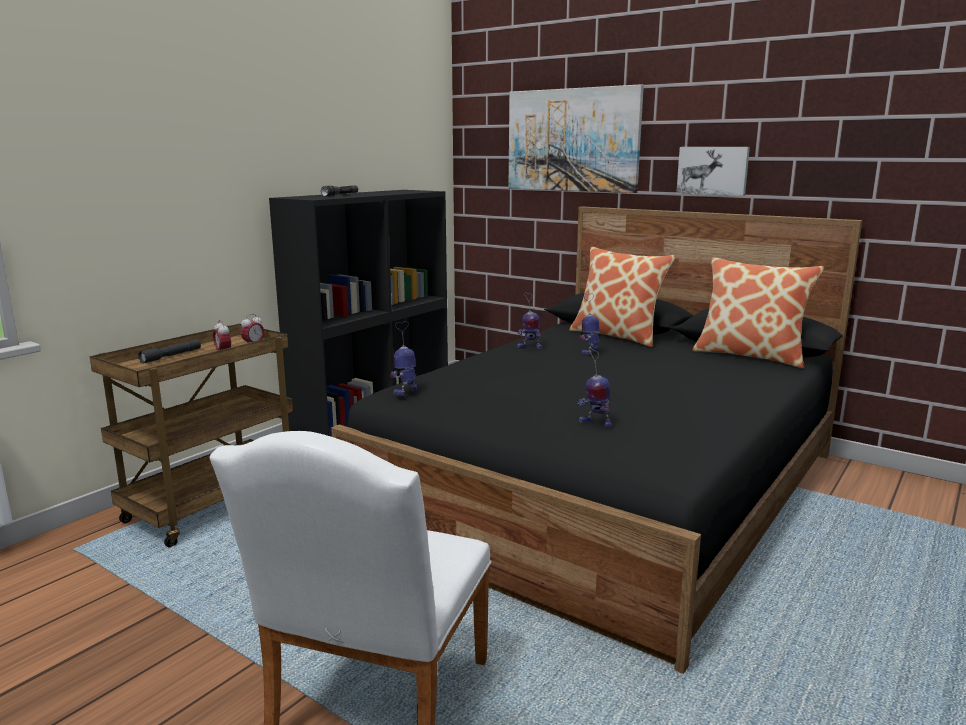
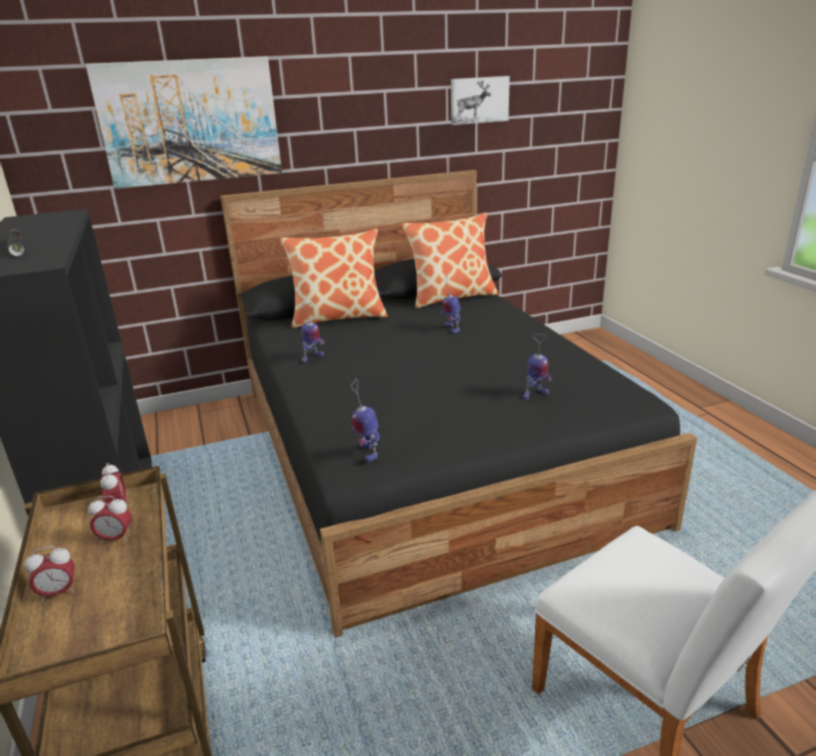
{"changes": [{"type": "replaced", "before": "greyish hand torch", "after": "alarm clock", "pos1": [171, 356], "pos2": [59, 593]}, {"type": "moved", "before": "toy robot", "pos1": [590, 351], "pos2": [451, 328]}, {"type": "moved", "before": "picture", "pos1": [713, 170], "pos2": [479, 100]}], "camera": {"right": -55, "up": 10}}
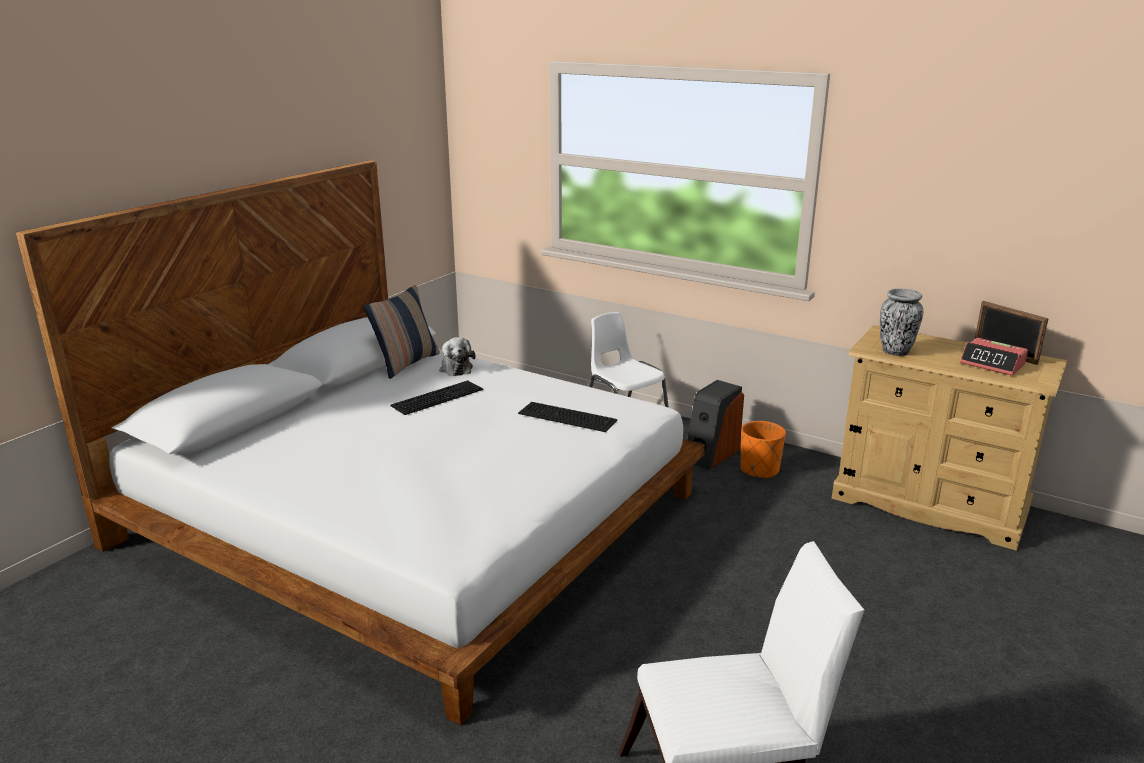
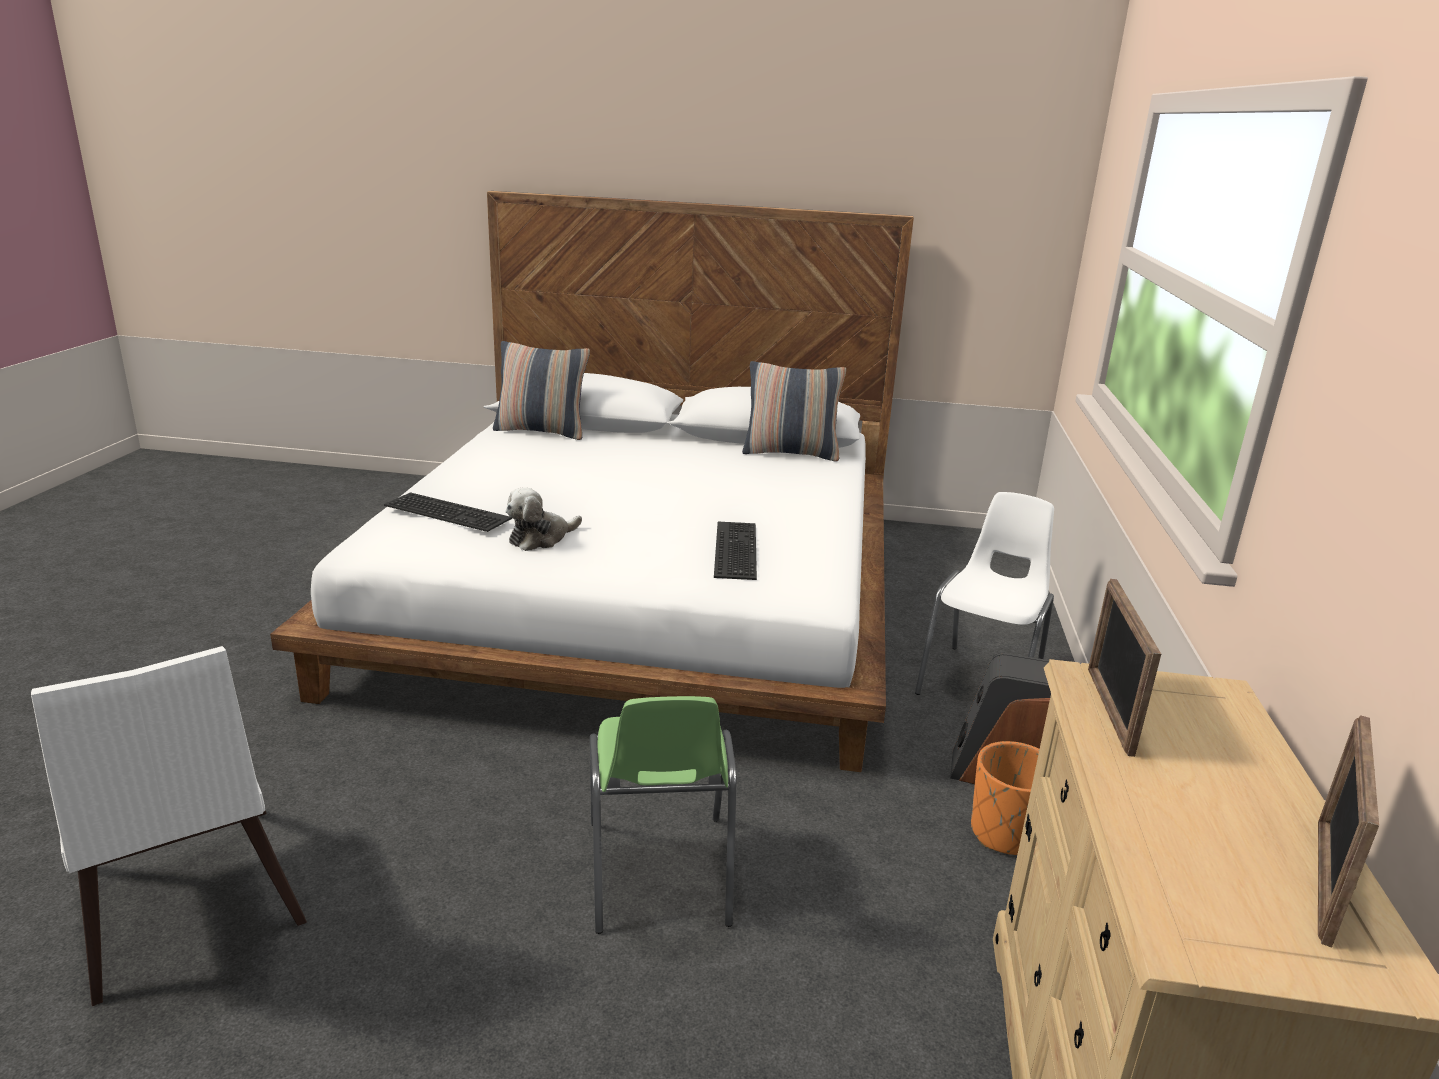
{"changes": [{"type": "moved", "before": "PC keyboard", "pos1": [437, 396], "pos2": [450, 511]}, {"type": "added", "after": "pillow", "pos2": [541, 431]}, {"type": "moved", "before": "plush toy", "pos1": [456, 368], "pos2": [541, 538]}, {"type": "added", "after": "green plain chair", "pos2": [658, 873]}, {"type": "replaced", "before": "flower vase", "after": "standing frame", "pos1": [895, 352], "pos2": [1109, 710]}, {"type": "removed", "before": "alarm clock", "pos1": [992, 364]}], "camera": {"right": 65, "up": 0}}
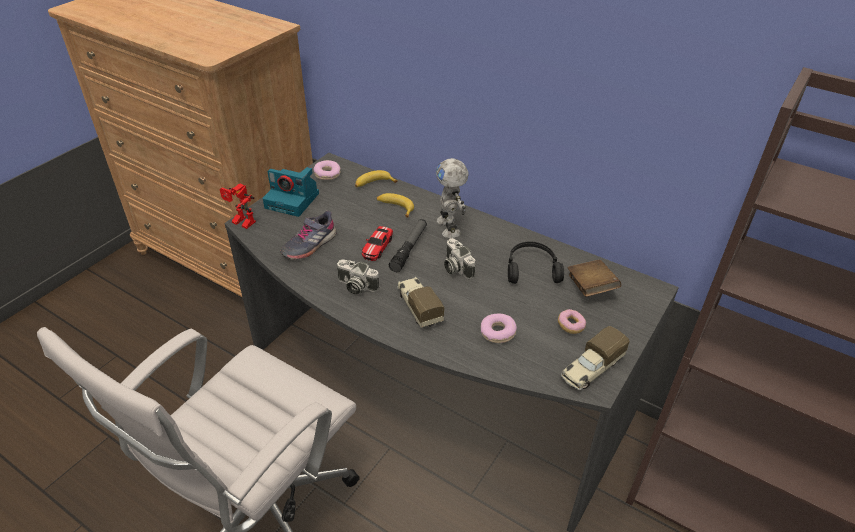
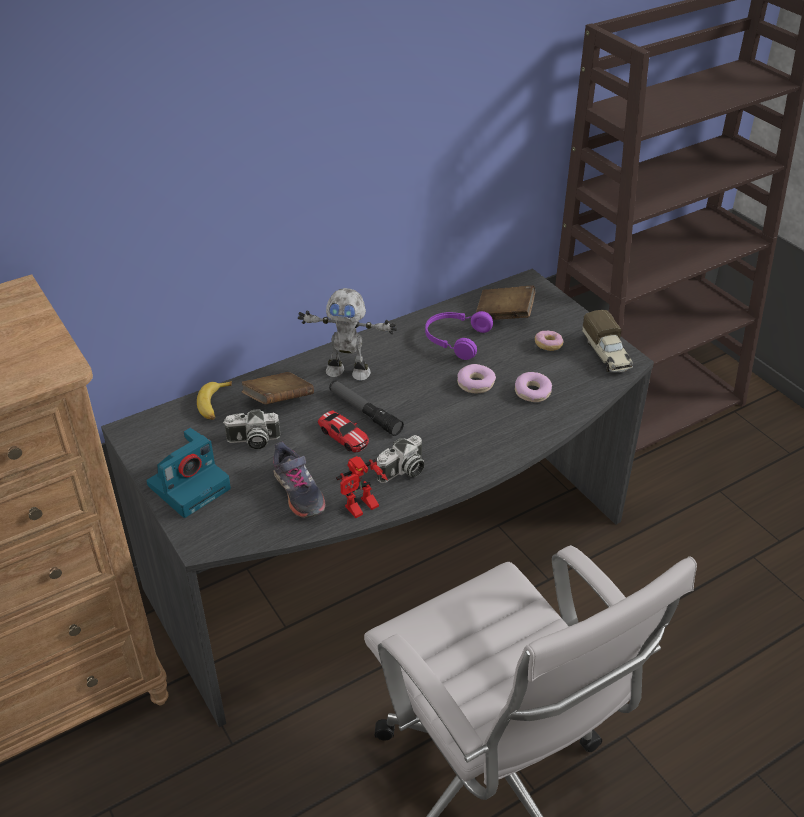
{"changes": [{"type": "moved", "before": "photo camera", "pos1": [455, 267], "pos2": [253, 441]}, {"type": "replaced", "before": "whole banana", "after": "brownish bound book", "pos1": [395, 207], "pos2": [278, 401]}, {"type": "moved", "before": "toy robot", "pos1": [240, 223], "pos2": [362, 510]}, {"type": "recoloured", "before": "blackish pair of headphones", "after": "purplish pair of headphones", "pos1": [531, 269], "pos2": [455, 339]}, {"type": "moved", "before": "donut", "pos1": [327, 174], "pos2": [476, 384]}, {"type": "removed", "before": "model truck", "pos1": [418, 307]}], "camera": {"right": -65, "up": 0}}
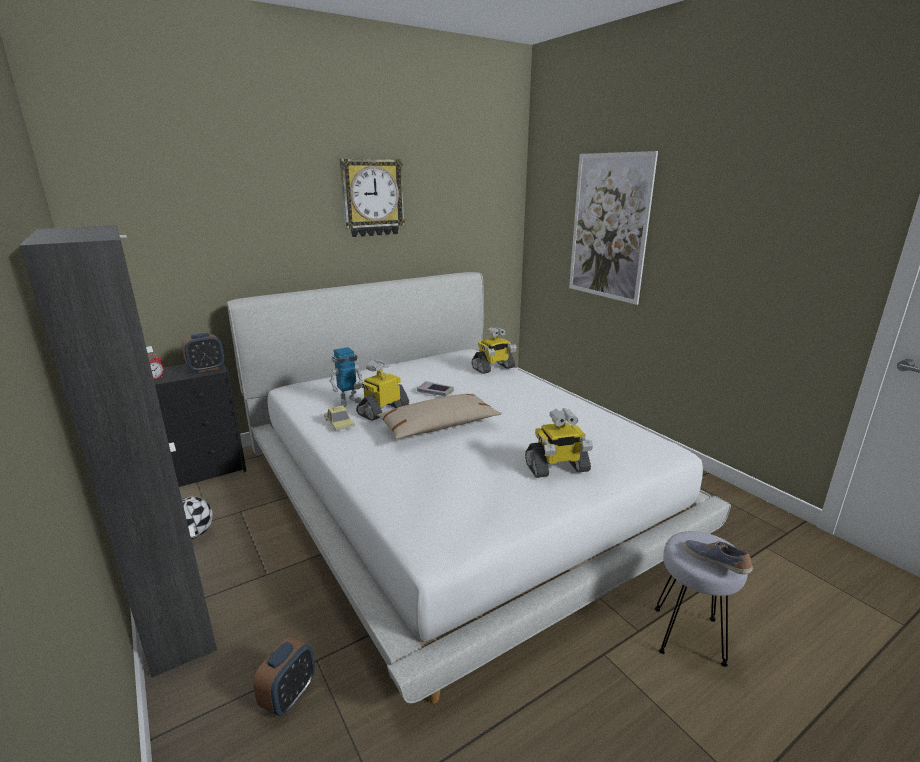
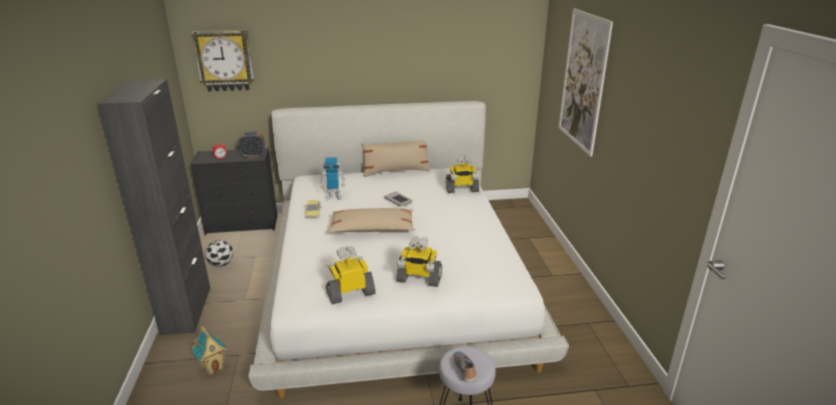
{"changes": [{"type": "moved", "before": "hanging clock", "pos1": [372, 198], "pos2": [225, 60]}, {"type": "replaced", "before": "alarm clock", "after": "model house", "pos1": [289, 696], "pos2": [213, 367]}, {"type": "moved", "before": "toy robot", "pos1": [382, 410], "pos2": [350, 293]}, {"type": "added", "after": "beige-coloured pillow", "pos2": [396, 171]}], "camera": {"right": 25, "up": 5}}
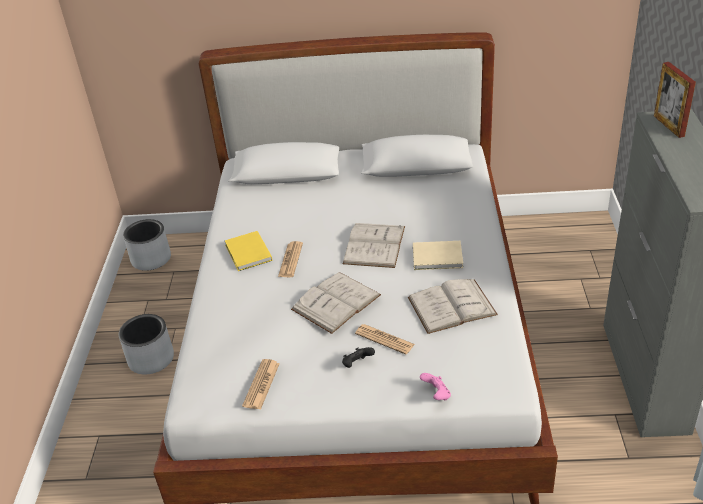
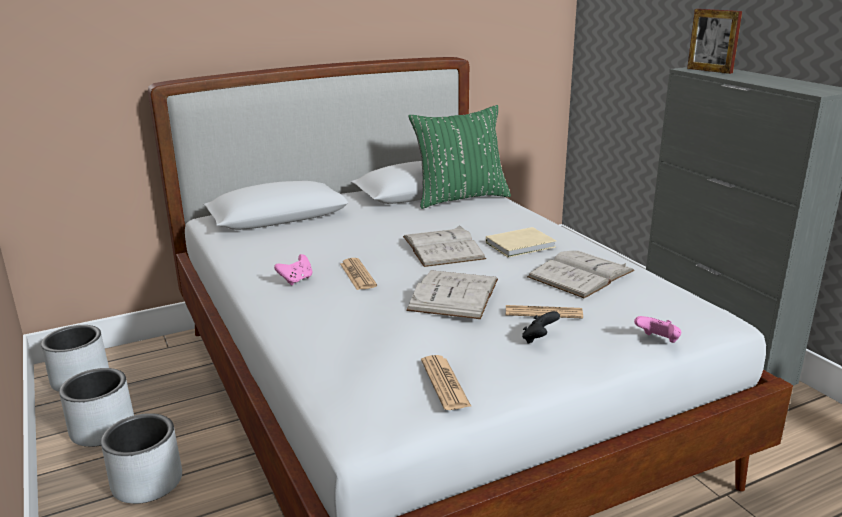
{"changes": [{"type": "added", "after": "greyish flower pot", "pos2": [103, 429]}, {"type": "replaced", "before": "yellow-coloured bound book", "after": "pink joypad", "pos1": [248, 253], "pos2": [296, 280]}, {"type": "added", "after": "green pillow", "pos2": [460, 198]}], "camera": {"right": -30, "up": -15}}
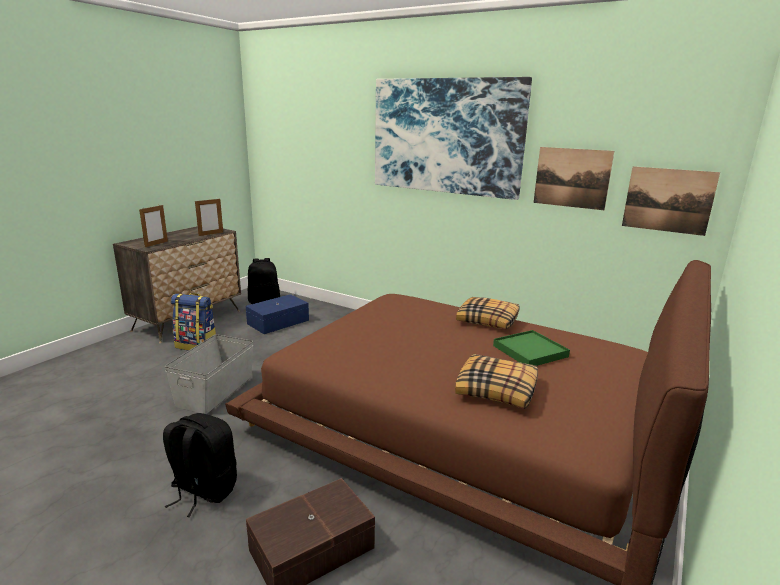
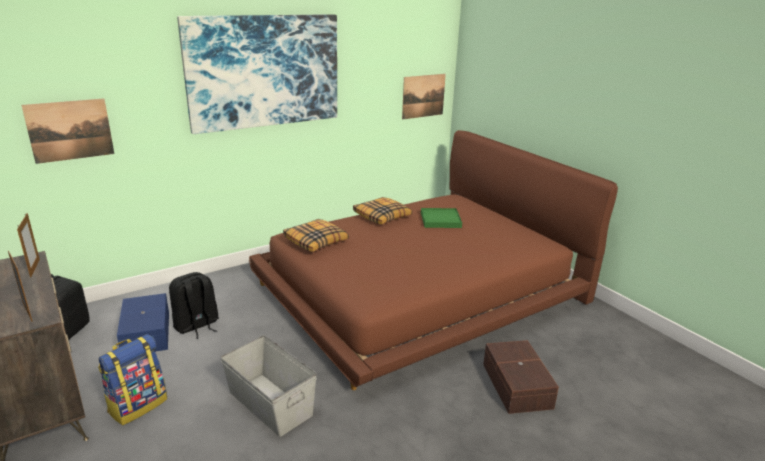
{"changes": [{"type": "moved", "before": "picture", "pos1": [572, 178], "pos2": [70, 130]}, {"type": "moved", "before": "blackish rucksack", "pos1": [203, 491], "pos2": [196, 326]}, {"type": "moved", "before": "pillow", "pos1": [497, 390], "pos2": [316, 241]}], "camera": {"right": -65, "up": 5}}
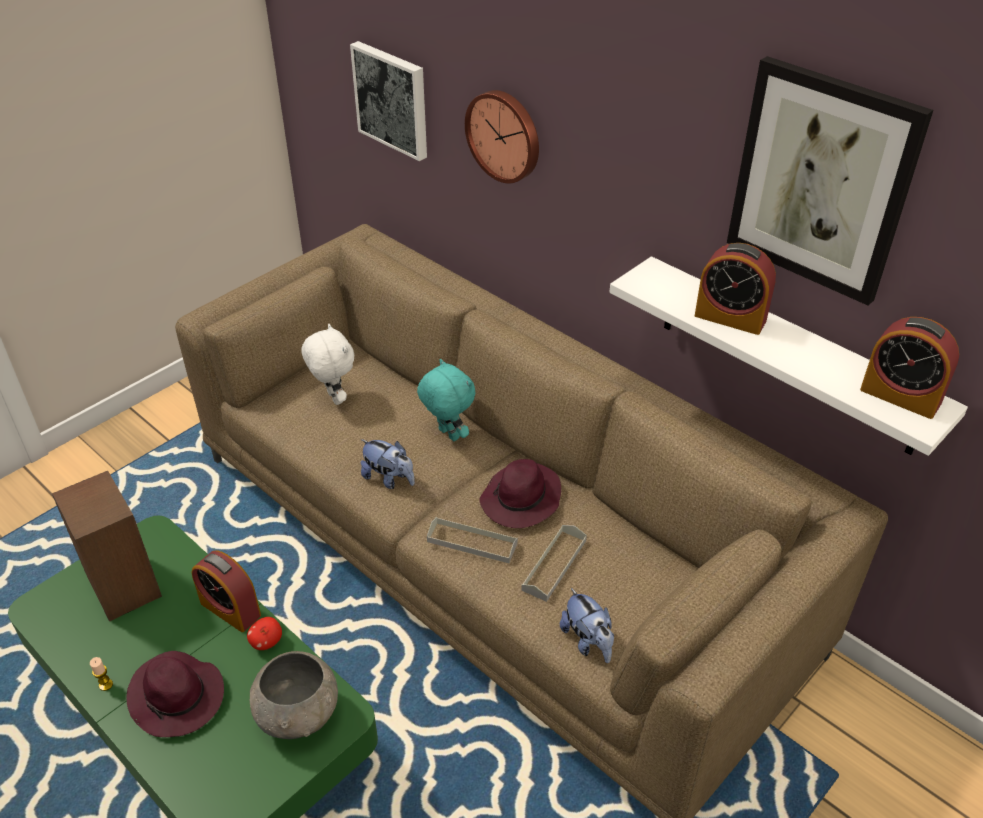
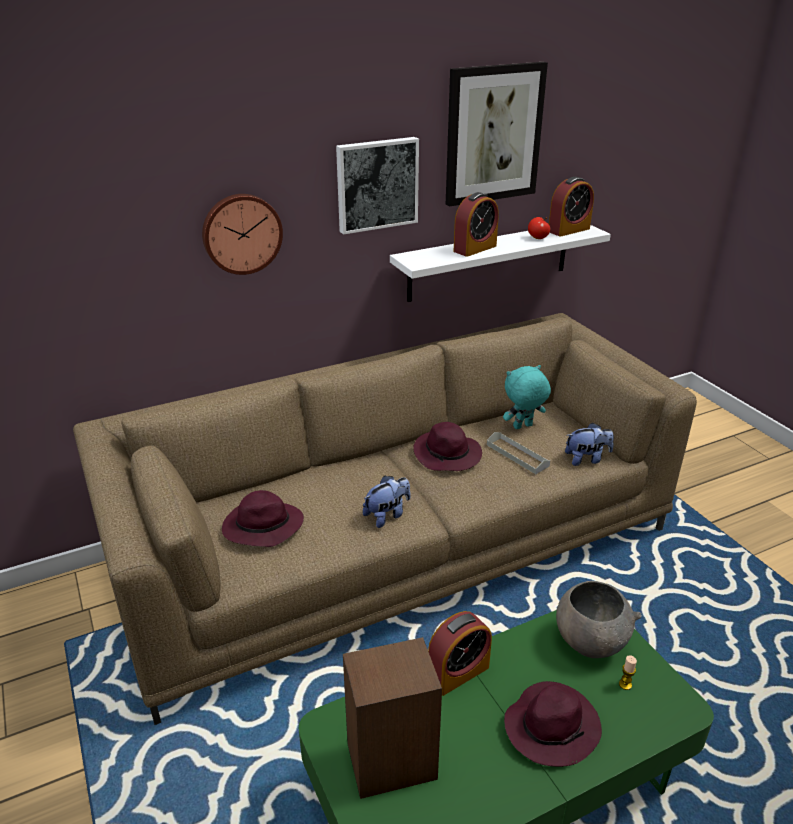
{"changes": [{"type": "replaced", "before": "white-coloured plush toy", "after": "purplish clothing hat", "pos1": [333, 398], "pos2": [262, 528]}, {"type": "moved", "before": "picture", "pos1": [393, 99], "pos2": [376, 184]}, {"type": "moved", "before": "blue-green plush toy", "pos1": [447, 435], "pos2": [523, 427]}, {"type": "moved", "before": "apple", "pos1": [266, 642], "pos2": [538, 238]}, {"type": "moved", "before": "candle", "pos1": [106, 685], "pos2": [625, 684]}, {"type": "removed", "before": "greyish carrying tray", "pos1": [472, 542]}], "camera": {"right": -70, "up": -10}}
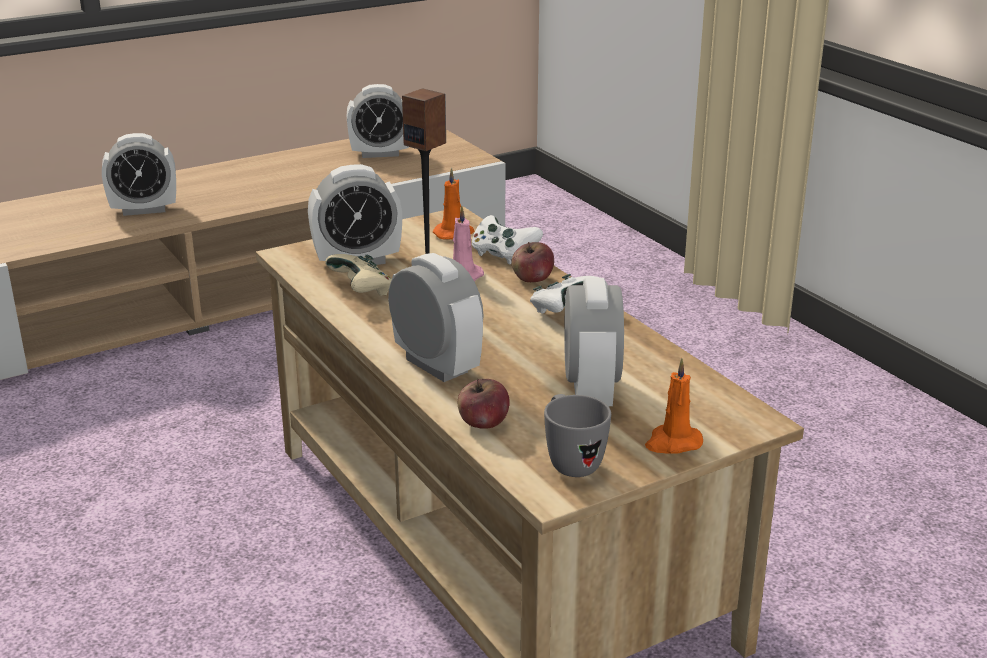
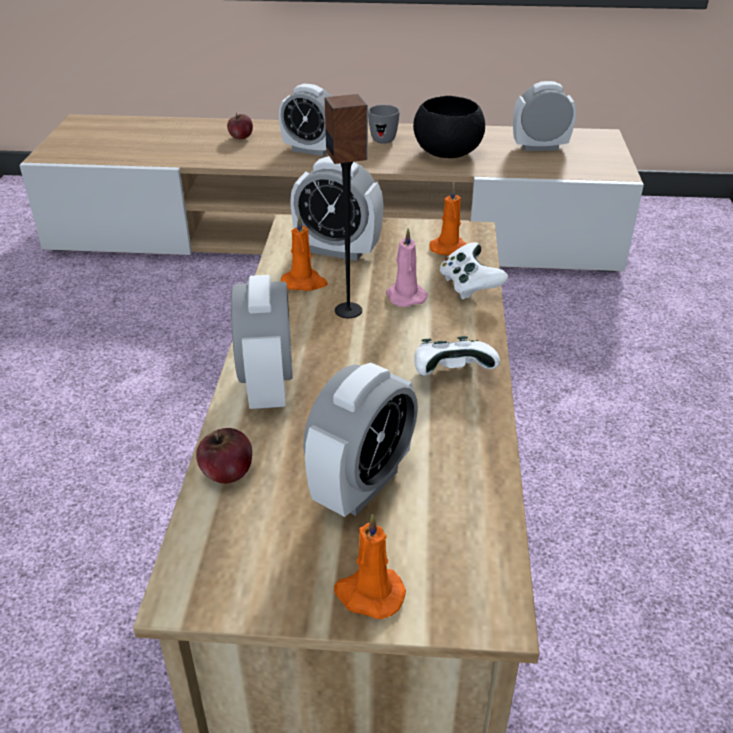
{"changes": [{"type": "moved", "before": "apple", "pos1": [532, 279], "pos2": [241, 137]}, {"type": "replaced", "before": "beige-coloured joypad", "after": "orange candle", "pos1": [362, 291], "pos2": [304, 283]}, {"type": "moved", "before": "greyish mug", "pos1": [570, 461], "pos2": [384, 138]}, {"type": "added", "after": "blackish deep dish", "pos2": [447, 152]}, {"type": "turned", "before": "alarm clock", "pos1": [380, 154], "pos2": [540, 147], "turn": 150}], "camera": {"right": 35, "up": 10}}
